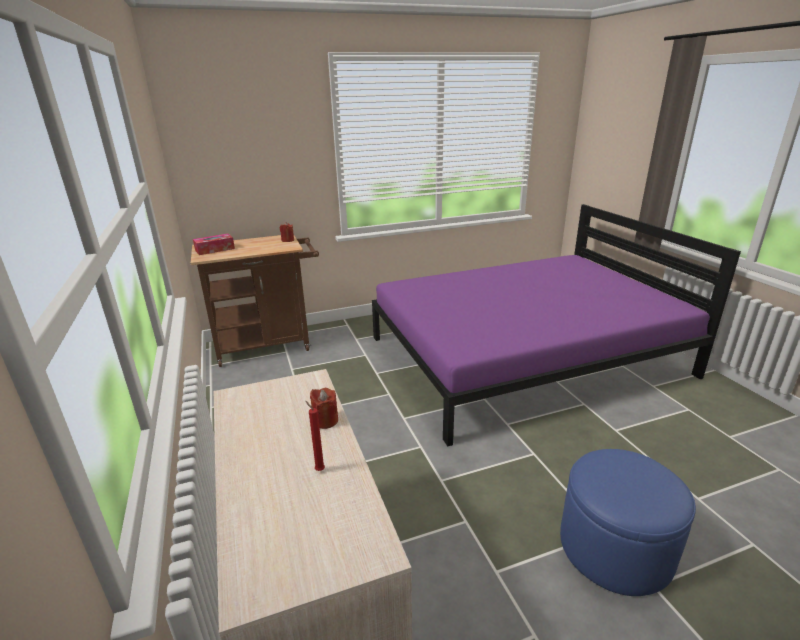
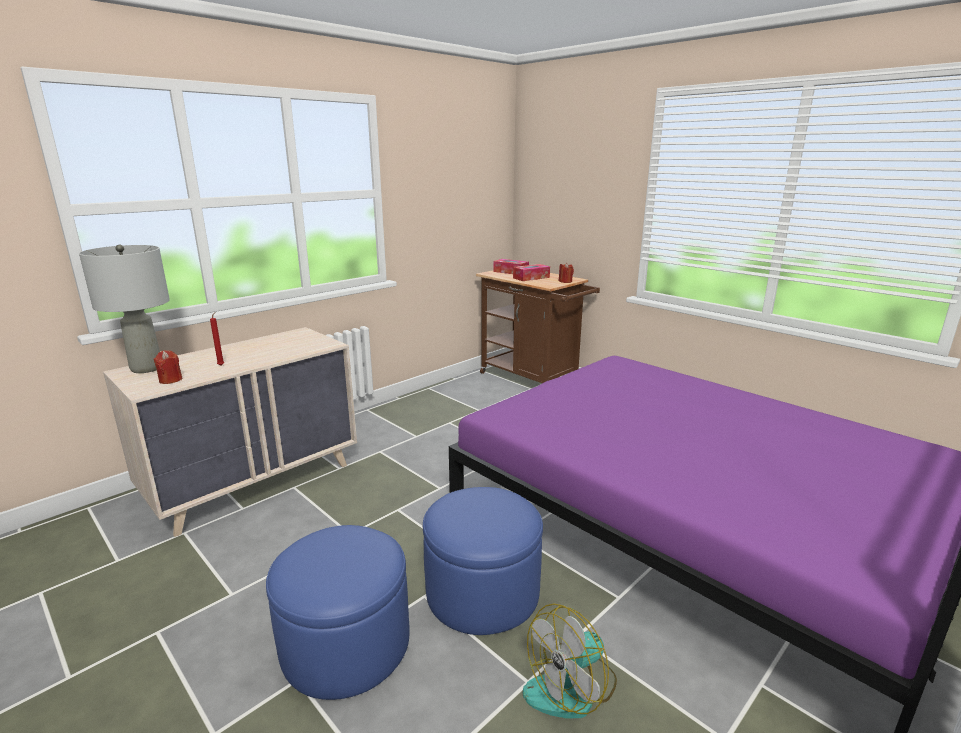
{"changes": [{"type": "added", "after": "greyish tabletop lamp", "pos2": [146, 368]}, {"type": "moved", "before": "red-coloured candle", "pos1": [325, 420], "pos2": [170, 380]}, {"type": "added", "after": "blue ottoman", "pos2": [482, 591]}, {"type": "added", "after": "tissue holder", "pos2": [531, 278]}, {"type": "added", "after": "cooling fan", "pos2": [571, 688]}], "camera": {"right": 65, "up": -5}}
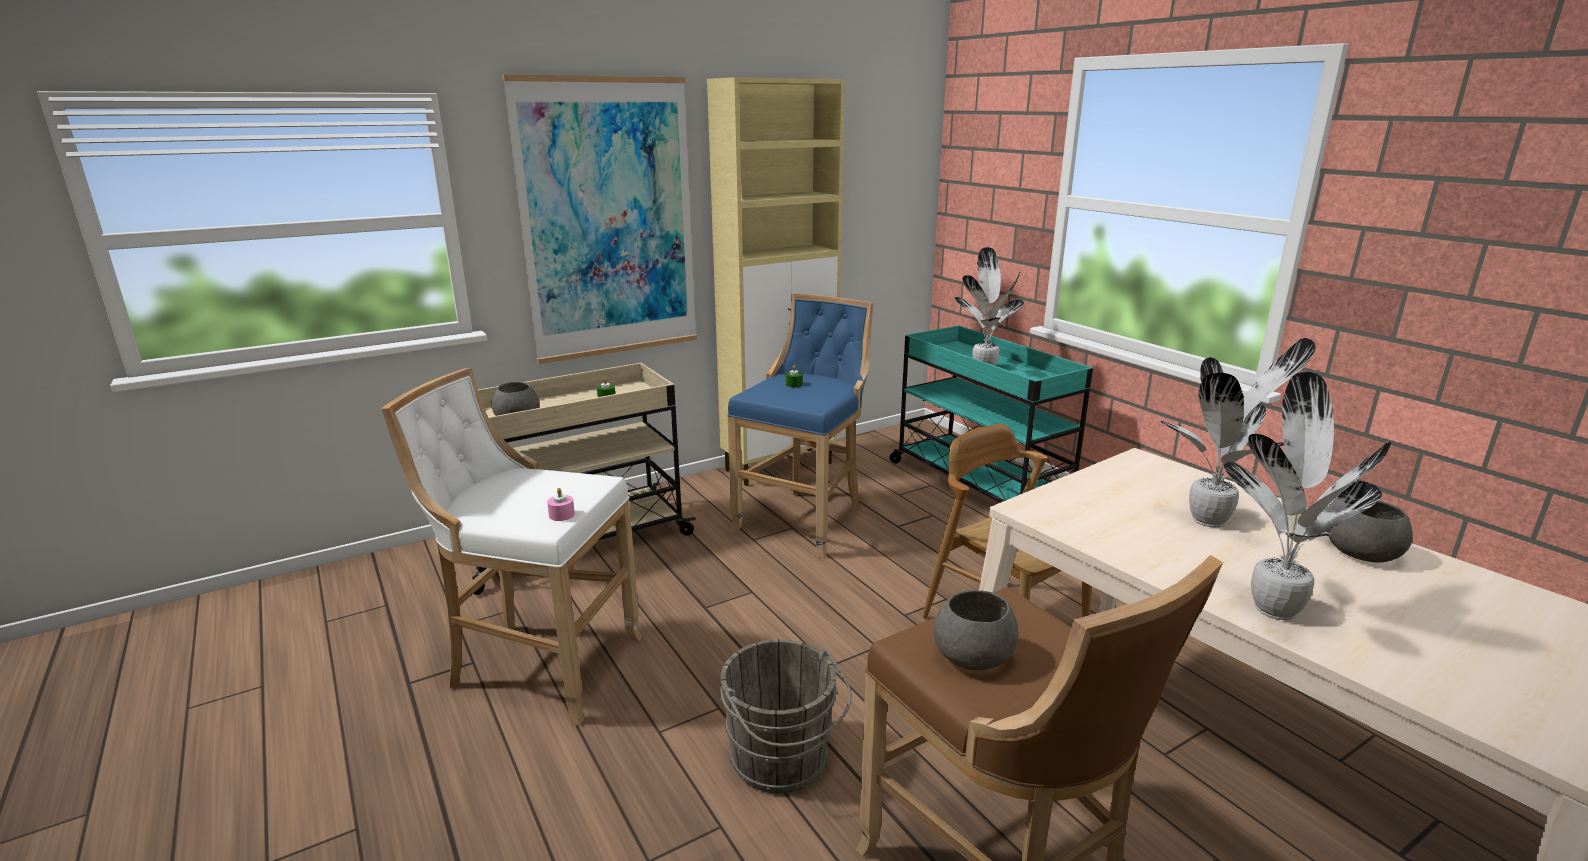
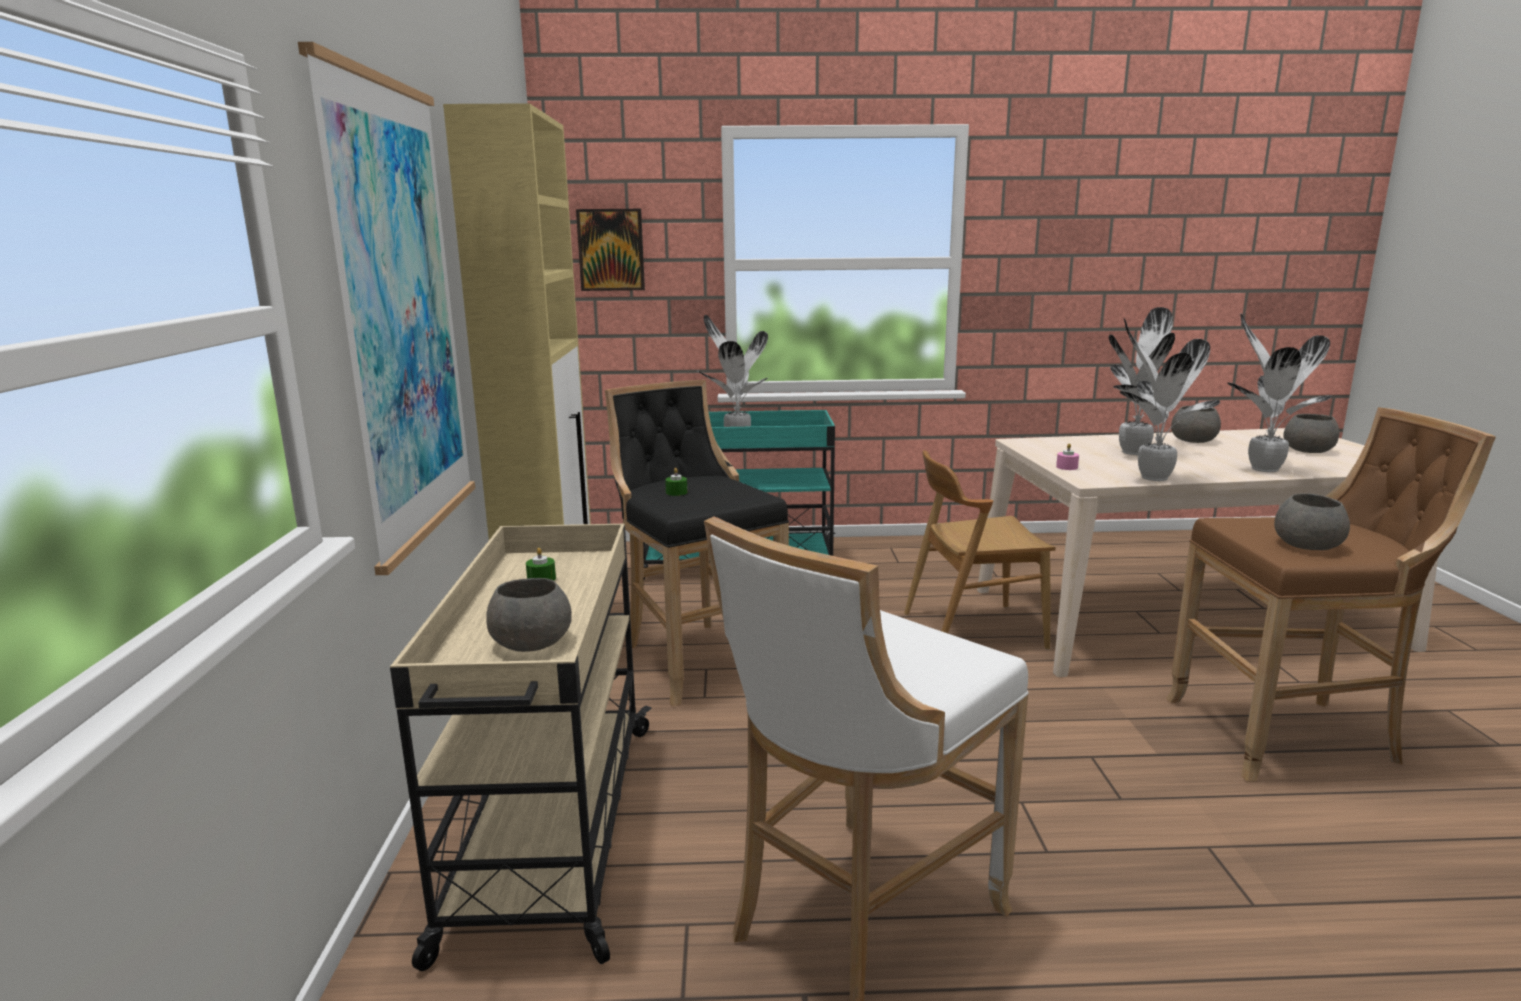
{"changes": [{"type": "added", "after": "picture", "pos2": [611, 250]}, {"type": "recoloured", "before": "blue sitting stool", "after": "blackish sitting stool", "pos1": [804, 520], "pos2": [697, 658]}, {"type": "moved", "before": "pink candle", "pos1": [561, 515], "pos2": [1067, 467]}, {"type": "added", "after": "houseplant", "pos2": [1151, 477]}, {"type": "added", "after": "greyish deep dish", "pos2": [1309, 450]}, {"type": "removed", "before": "greyish pail", "pos1": [782, 762]}], "camera": {"right": -60, "up": -5}}
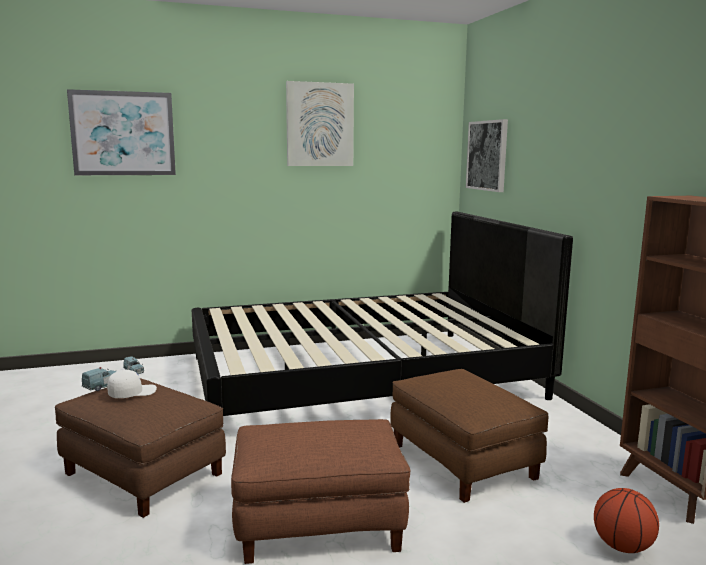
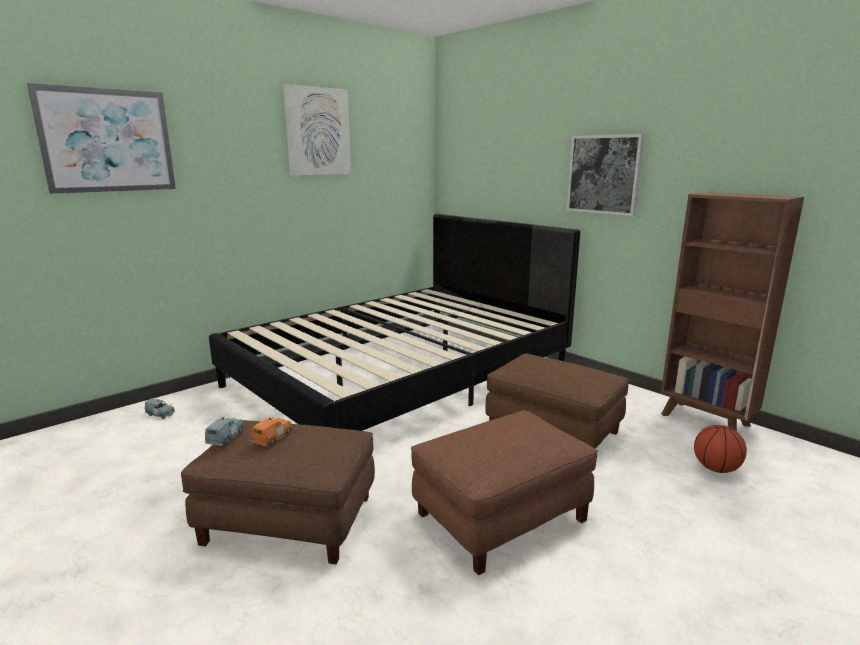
{"changes": [{"type": "replaced", "before": "white-coloured peaked cap", "after": "orange toy car", "pos1": [132, 393], "pos2": [273, 438]}, {"type": "moved", "before": "picture", "pos1": [487, 155], "pos2": [604, 174]}], "camera": {"right": -25, "up": 5}}
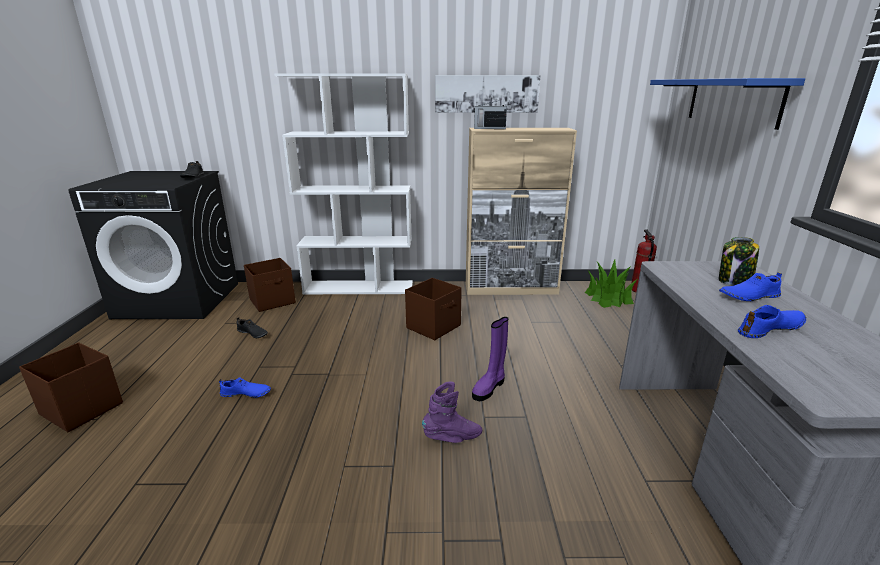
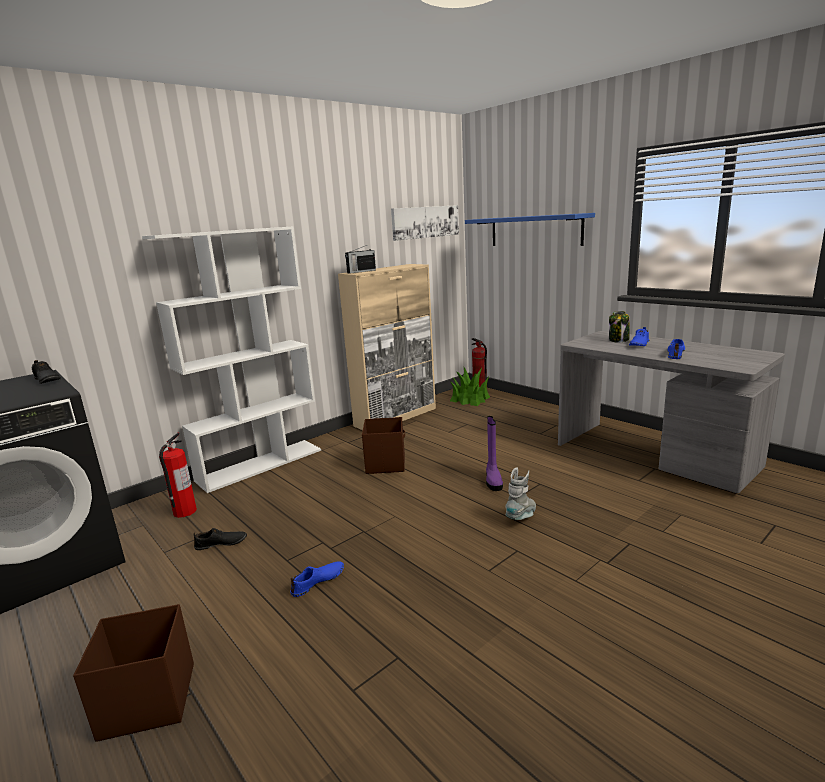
{"changes": [{"type": "replaced", "before": "brownish storage container", "after": "fire-fighting cylinder", "pos1": [273, 301], "pos2": [184, 512]}, {"type": "moved", "before": "picture", "pos1": [486, 94], "pos2": [425, 222]}, {"type": "recoloured", "before": "purplish high-top boot", "after": "greyish high-top boot", "pos1": [452, 438], "pos2": [522, 516]}], "camera": {"right": -40, "up": -5}}
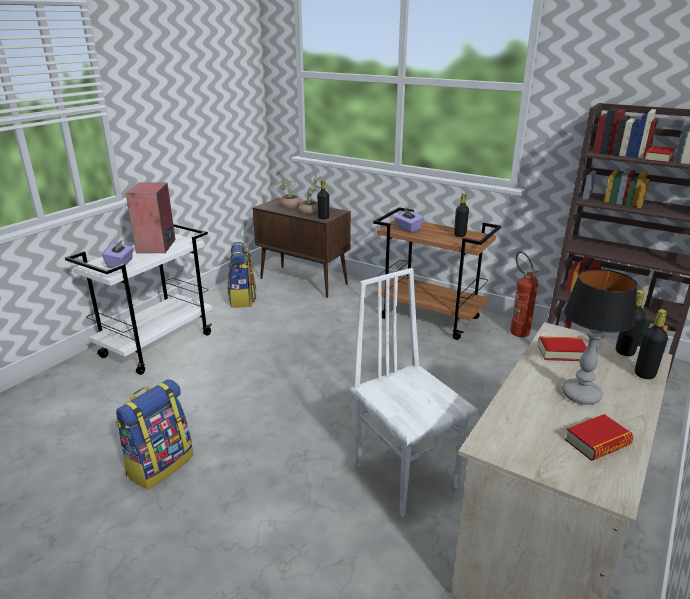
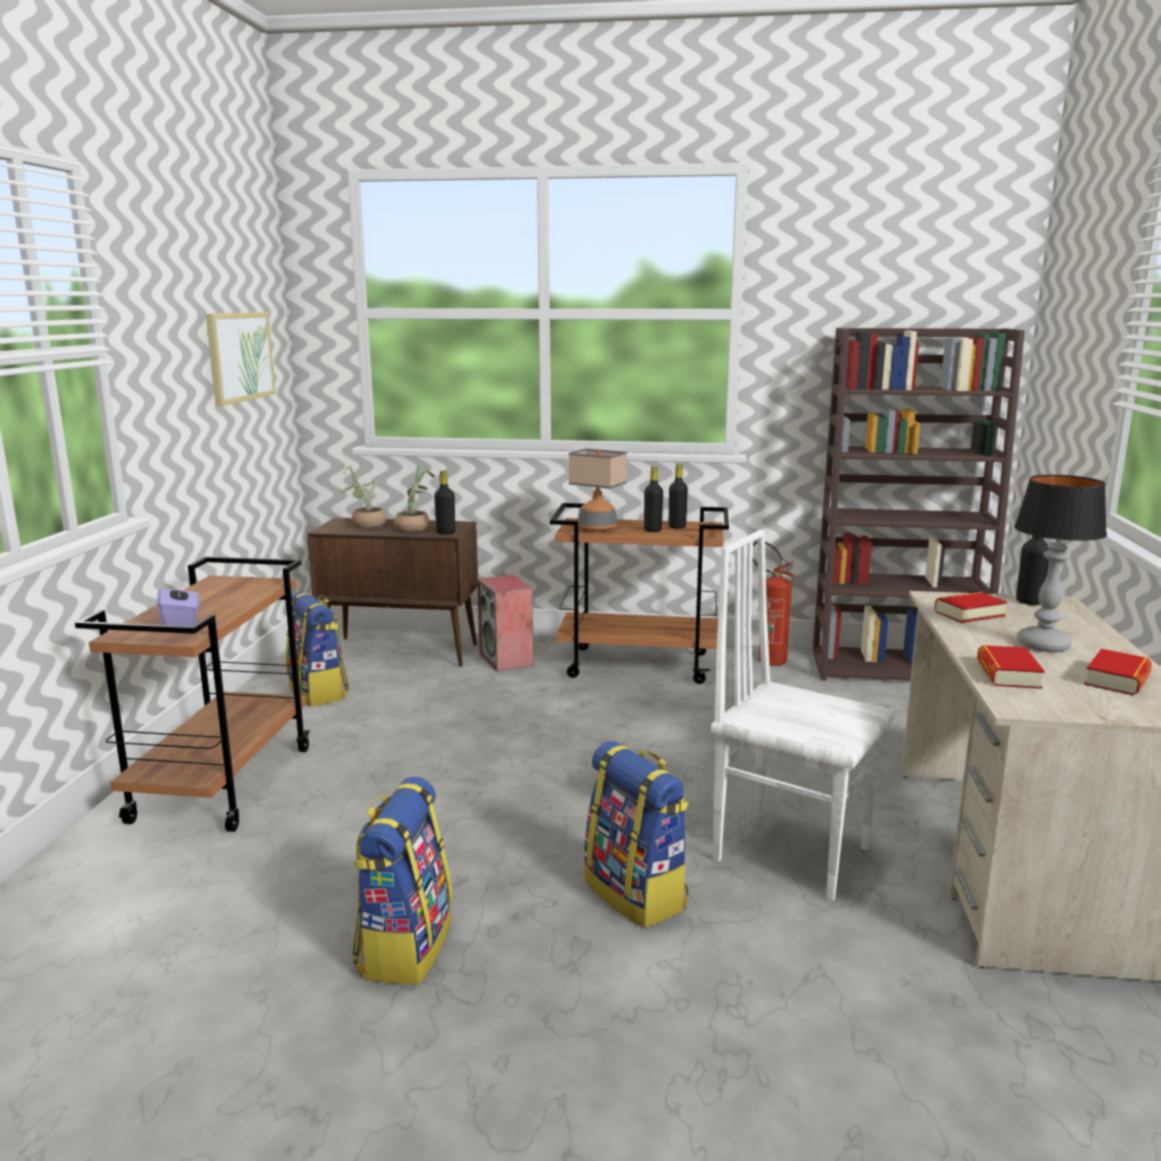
{"changes": [{"type": "recoloured", "before": "white-coloured cart", "after": "brownish cart", "pos1": [158, 344], "pos2": [223, 783]}, {"type": "added", "after": "picture", "pos2": [239, 356]}, {"type": "moved", "before": "audio speaker", "pos1": [156, 246], "pos2": [507, 660]}, {"type": "replaced", "before": "purplish tissue holder", "after": "tabletop lamp", "pos1": [408, 228], "pos2": [597, 528]}, {"type": "added", "after": "rucksack", "pos2": [637, 894]}, {"type": "moved", "before": "blackish beverage bottle", "pos1": [644, 374], "pos2": [652, 530]}, {"type": "moved", "before": "bound book", "pos1": [658, 158], "pos2": [1008, 674]}], "camera": {"right": -25, "up": -10}}
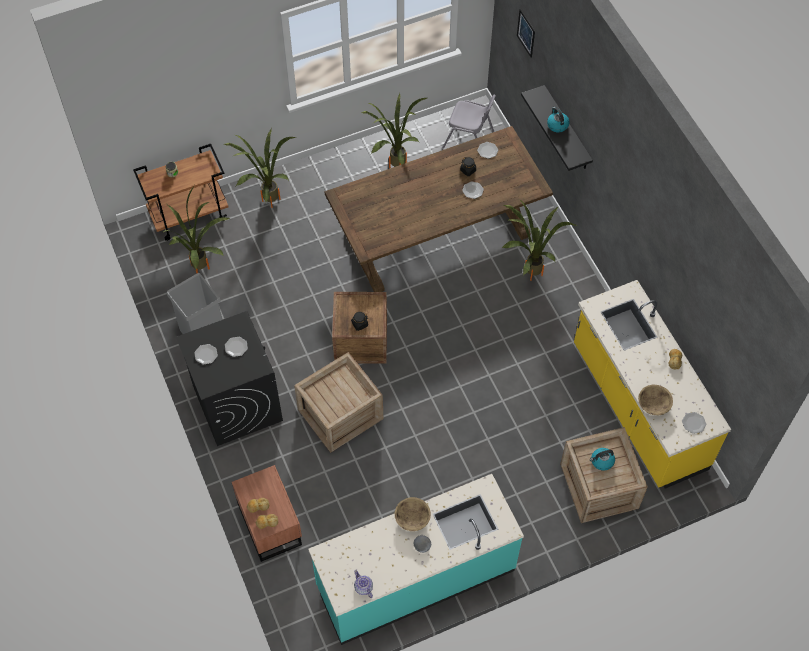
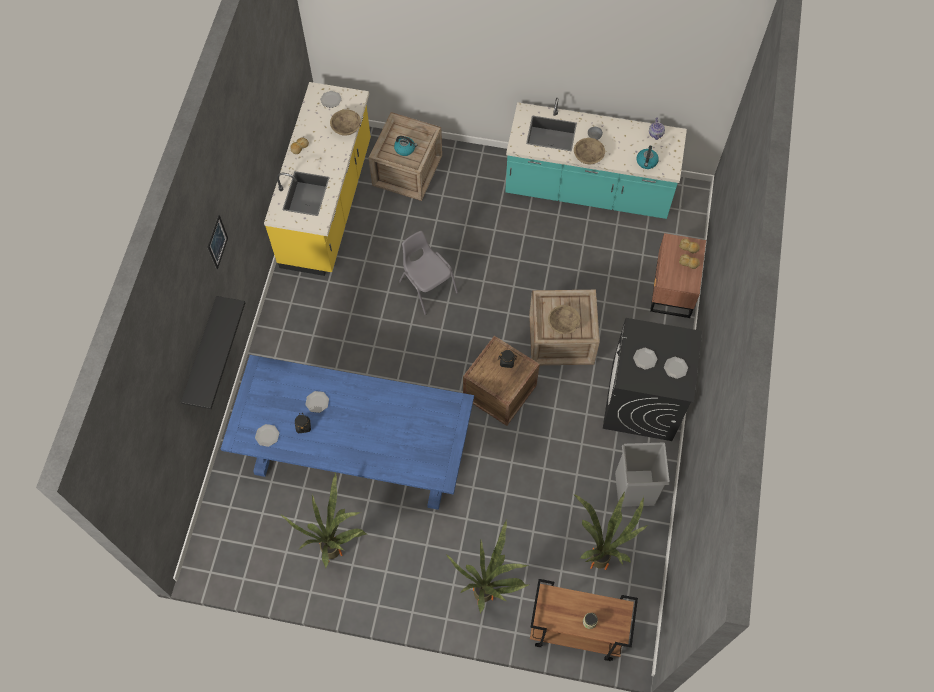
{"changes": [{"type": "moved", "before": "picture", "pos1": [526, 33], "pos2": [217, 242]}, {"type": "recoloured", "before": "brownish dining table", "after": "blue dining table", "pos1": [437, 234], "pos2": [355, 451]}, {"type": "moved", "before": "greyish plain chair", "pos1": [469, 139], "pos2": [427, 287]}, {"type": "added", "after": "beige-coloured deep dish", "pos2": [563, 324]}, {"type": "moved", "before": "tea kettle", "pos1": [557, 125], "pos2": [646, 162]}, {"type": "removed", "before": "houseplant", "pos1": [527, 273]}], "camera": {"right": -145, "up": 5}}
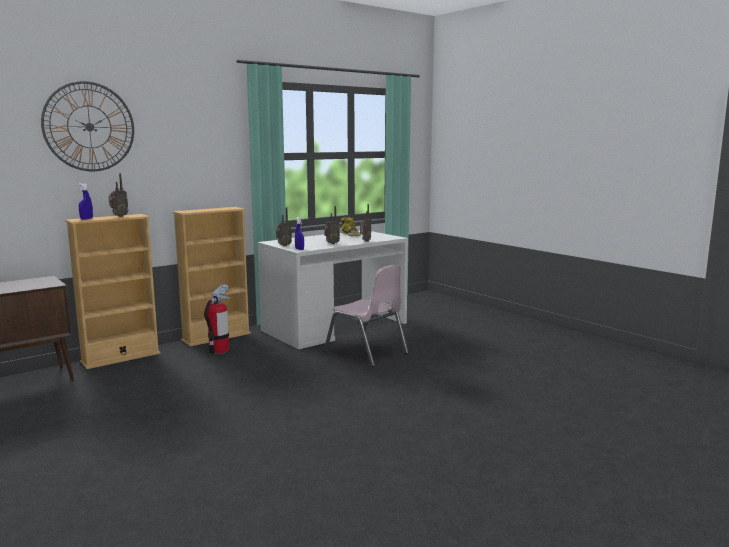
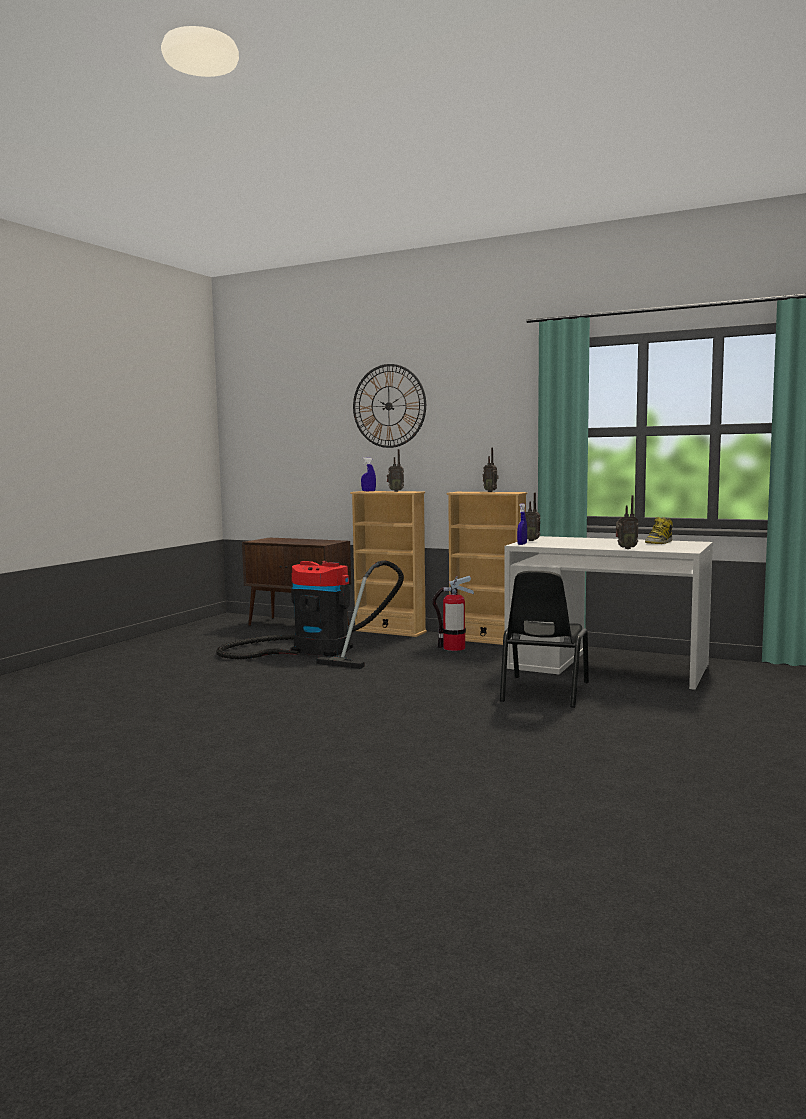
{"changes": [{"type": "added", "after": "vacuum cleaner", "pos2": [314, 650]}, {"type": "moved", "before": "radio receiver", "pos1": [331, 243], "pos2": [491, 491]}, {"type": "recoloured", "before": "pink plain chair", "after": "blackish plain chair", "pos1": [366, 352], "pos2": [543, 692]}], "camera": {"right": 65, "up": -5}}
